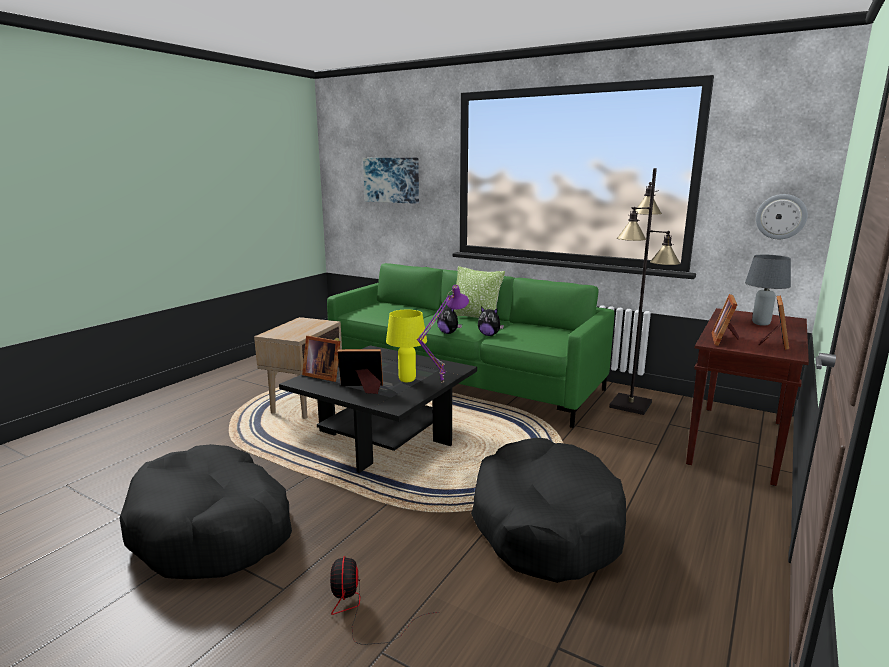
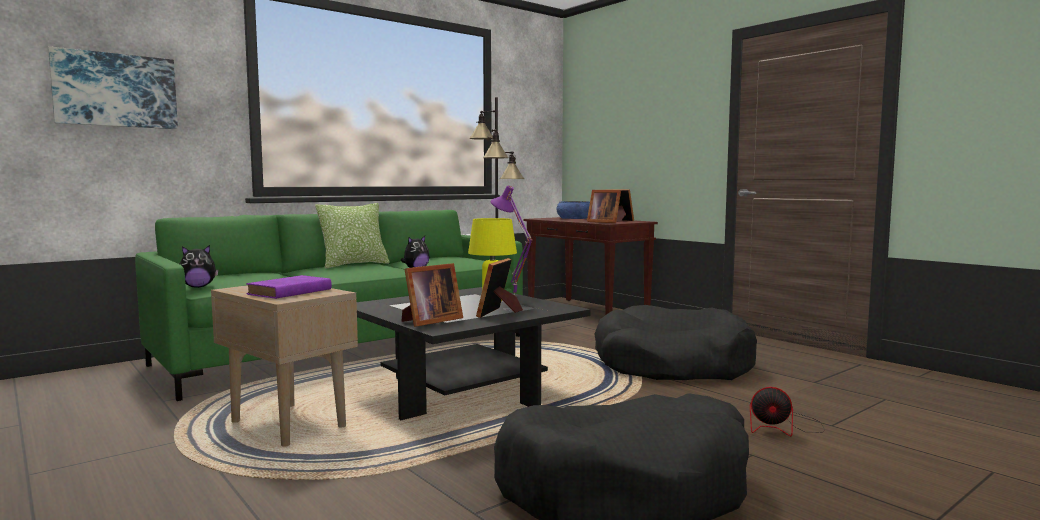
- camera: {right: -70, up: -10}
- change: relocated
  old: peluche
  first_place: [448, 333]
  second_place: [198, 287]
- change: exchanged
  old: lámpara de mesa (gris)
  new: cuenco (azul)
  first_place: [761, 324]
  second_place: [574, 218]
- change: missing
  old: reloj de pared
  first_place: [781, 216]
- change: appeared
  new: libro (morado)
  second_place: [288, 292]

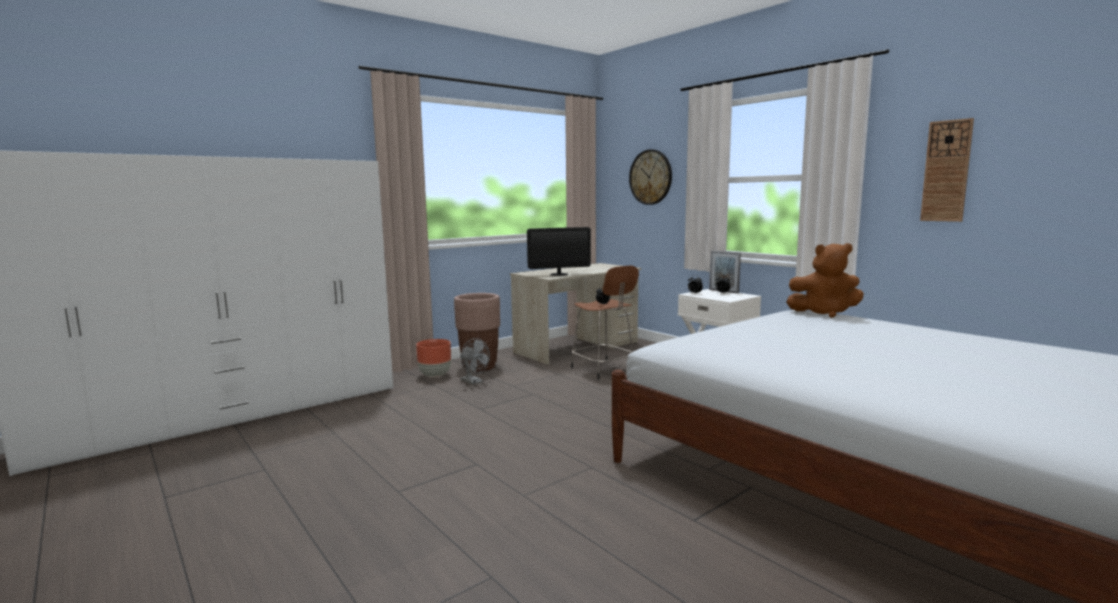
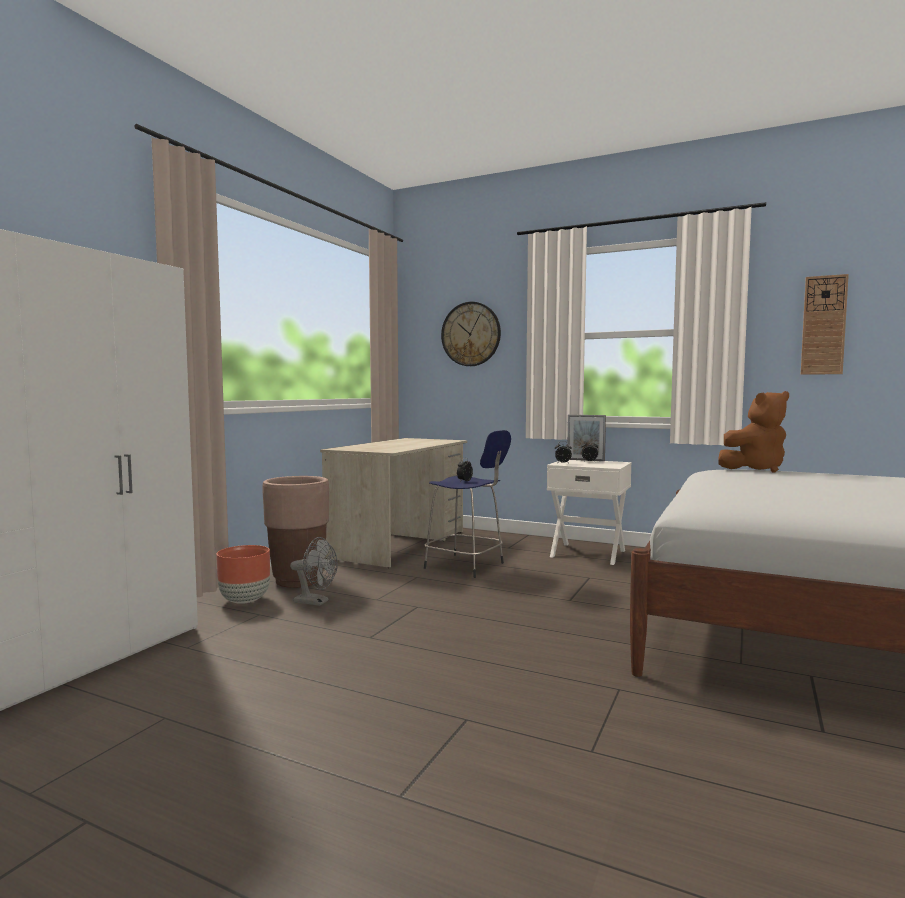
- camera: {right: -25, up: -5}
- change: missing
  old: monitor
  first_place: [559, 274]
- change: colour
  old: taburete (marrón)
  new: taburete (azul)
  first_place: [604, 370]
  second_place: [466, 566]

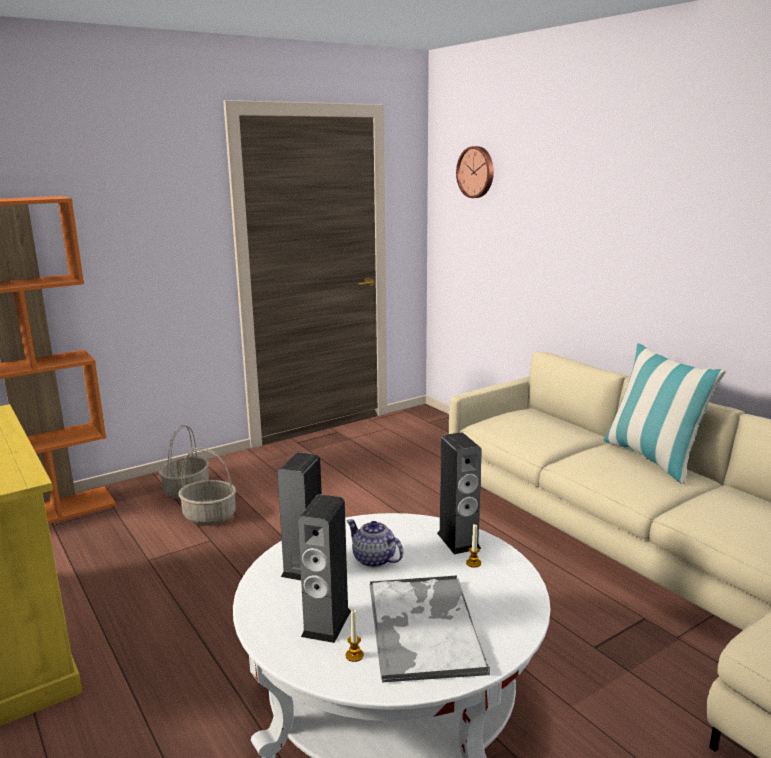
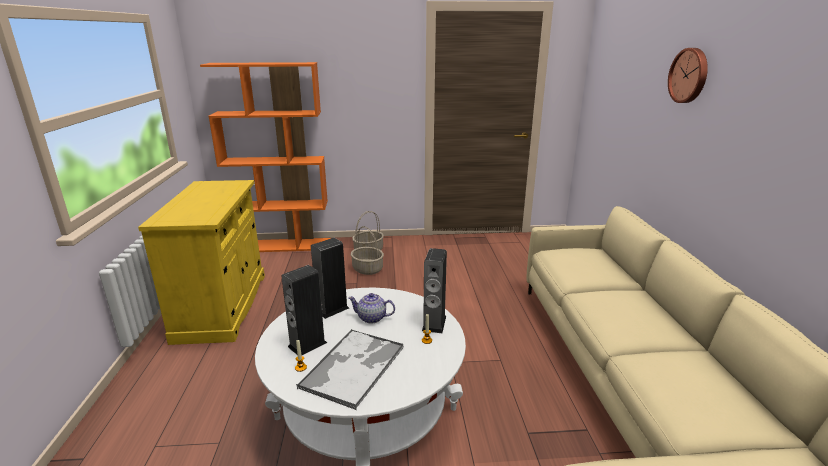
- camera: {right: 30, up: 5}
- change: spun
  old: tetera
  first_place: [374, 559]
  second_place: [372, 318]
  degrees: -60
- change: relocated
  old: reloj de pared
  first_place: [476, 172]
  second_place: [689, 75]
- change: missing
  old: cojín
  first_place: [652, 458]

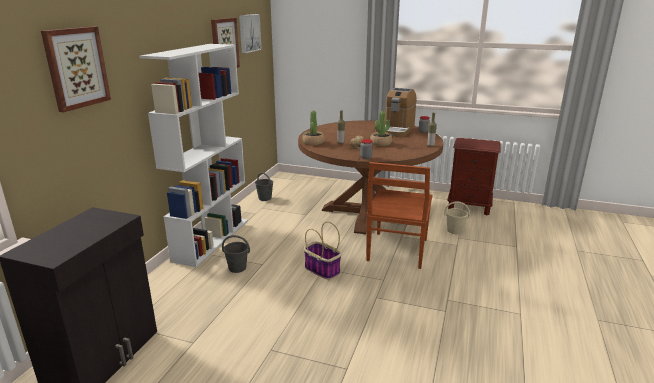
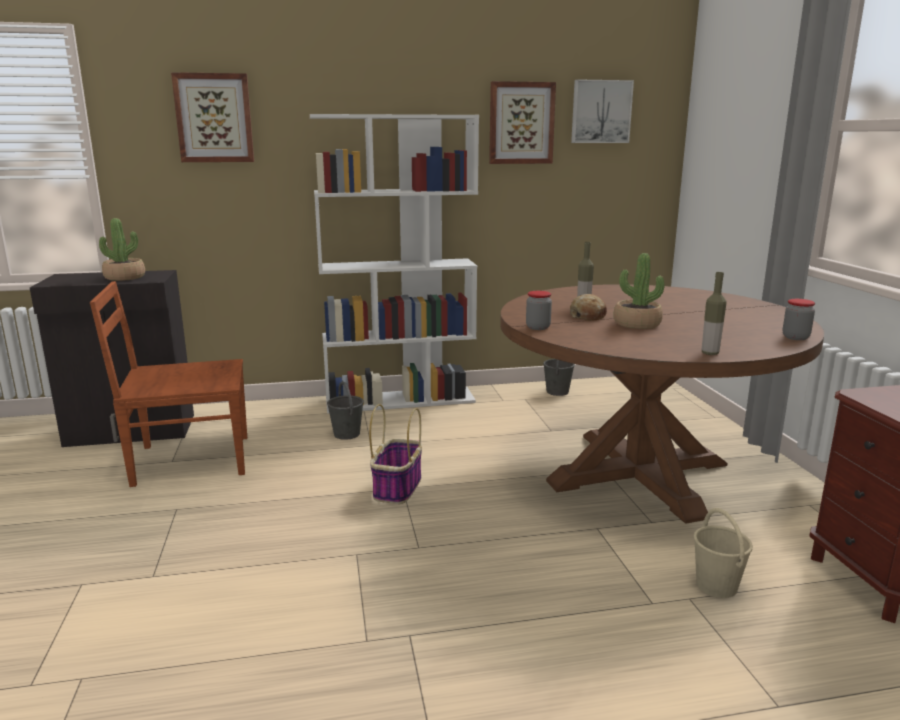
- camera: {right: 60, up: -5}
- change: relocated
  old: planta en maceta
  first_place: [313, 142]
  second_place: [125, 277]
- change: relocated
  old: silla (marrón)
  first_place: [397, 250]
  second_place: [188, 460]
- change: missing
  old: cafetera
  first_place: [397, 130]

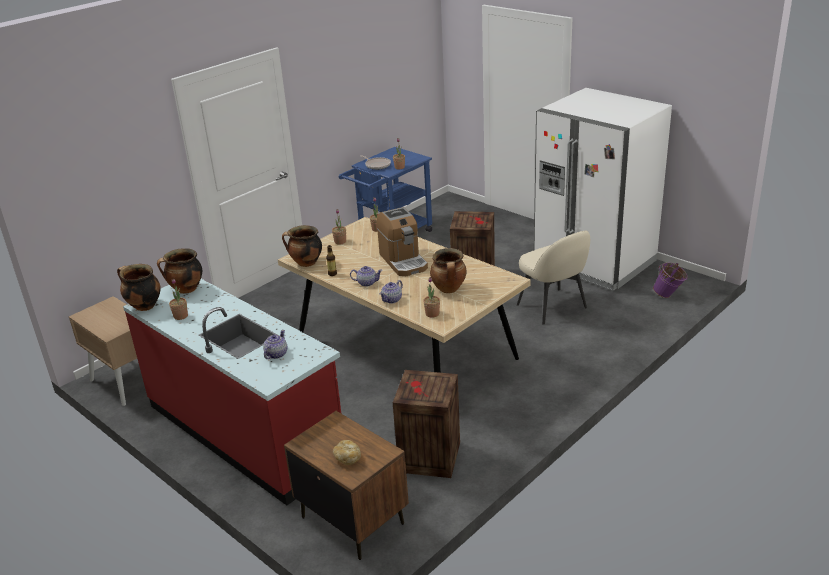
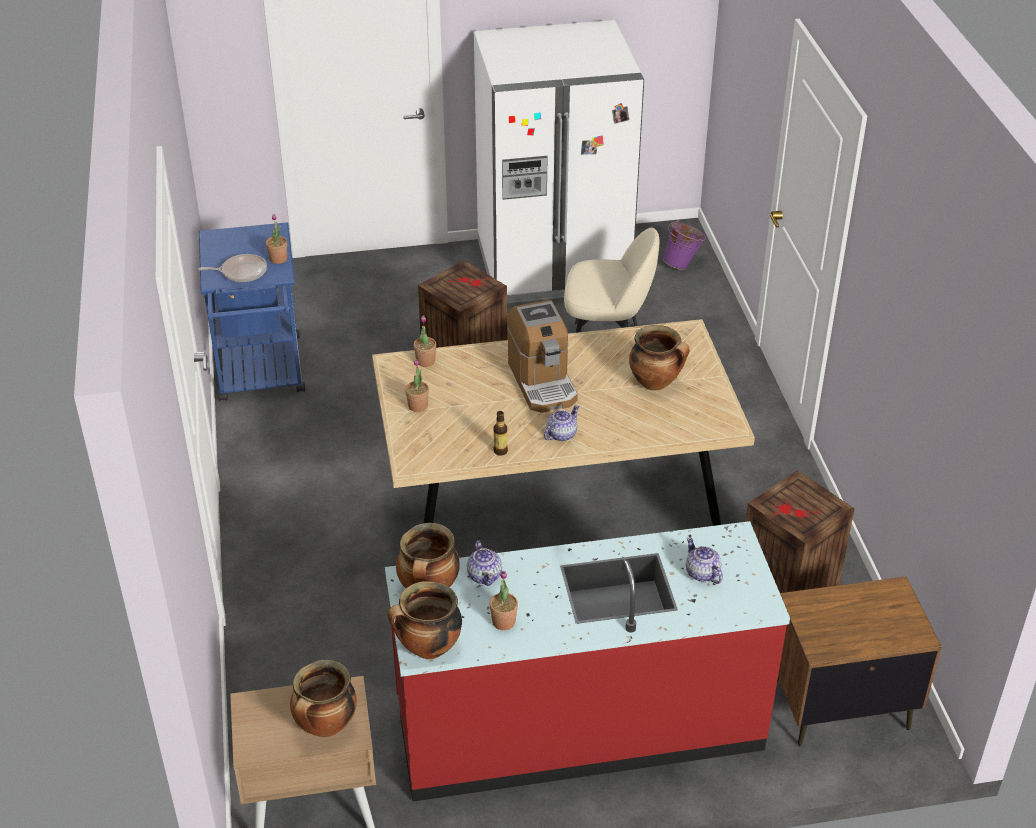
- camera: {right: -55, up: 10}
- change: relocated
  old: olla
  first_place: [305, 263]
  second_place: [326, 726]
- change: missing
  old: pan
  first_place: [348, 458]
- change: spun
  old: cafetera
  first_place: [403, 261]
  second_place: [542, 382]
  degrees: 60
- change: relocated
  old: tetera
  first_place: [392, 299]
  second_place: [485, 575]
- change: missing
  old: planta en maceta
  first_place: [432, 314]

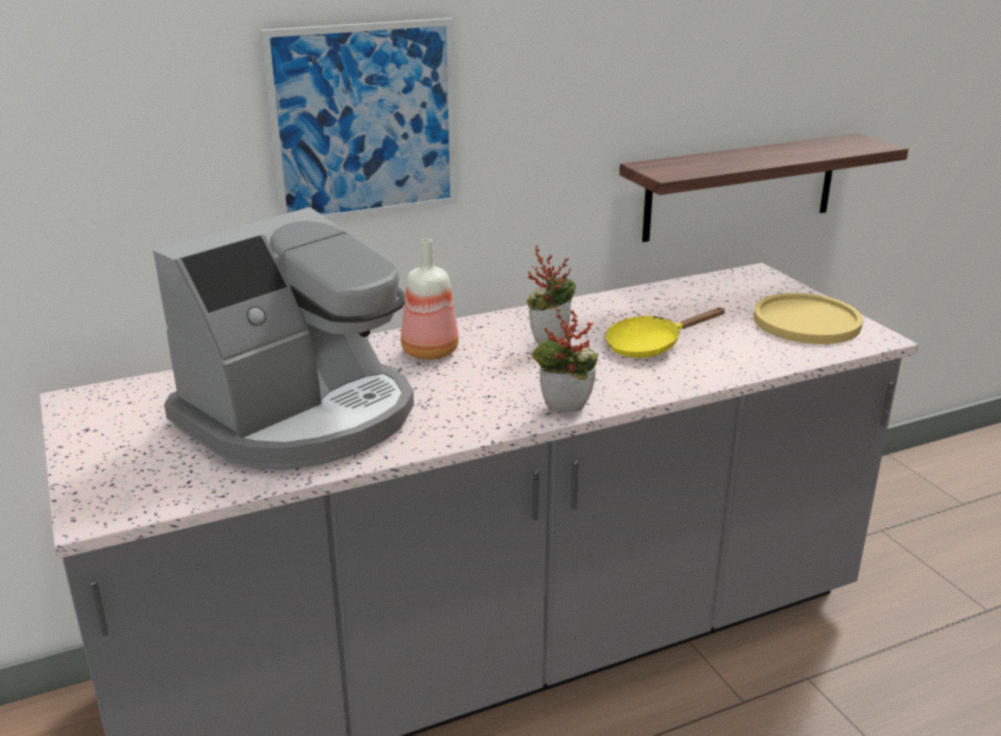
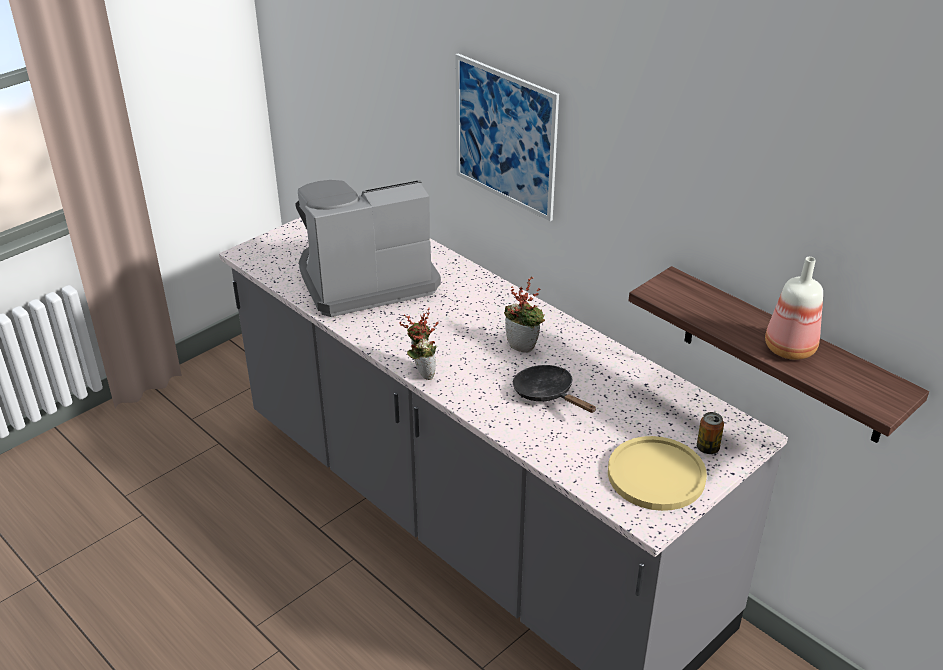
- camera: {right: 70, up: 10}
- change: spun
  old: cafetera
  first_place: [301, 416]
  second_place: [365, 279]
  degrees: 135
- change: relocated
  old: botella
  first_place: [430, 353]
  second_place: [788, 349]
- change: colour
  old: sartén (amarillo)
  new: sartén (negro)
  first_place: [649, 346]
  second_place: [547, 394]
- change: appeared
  new: lata
  second_place: [707, 448]

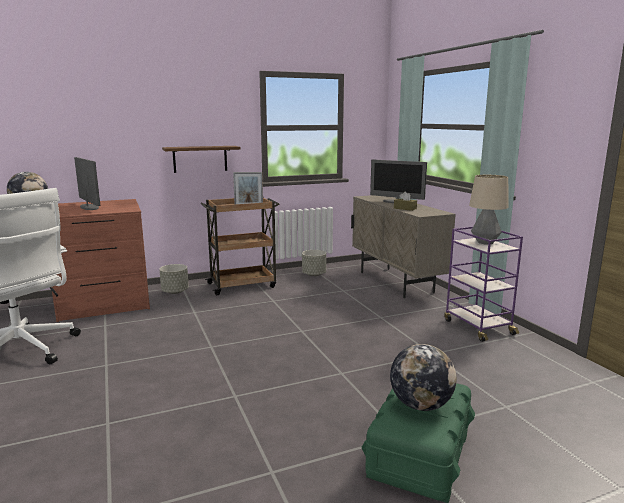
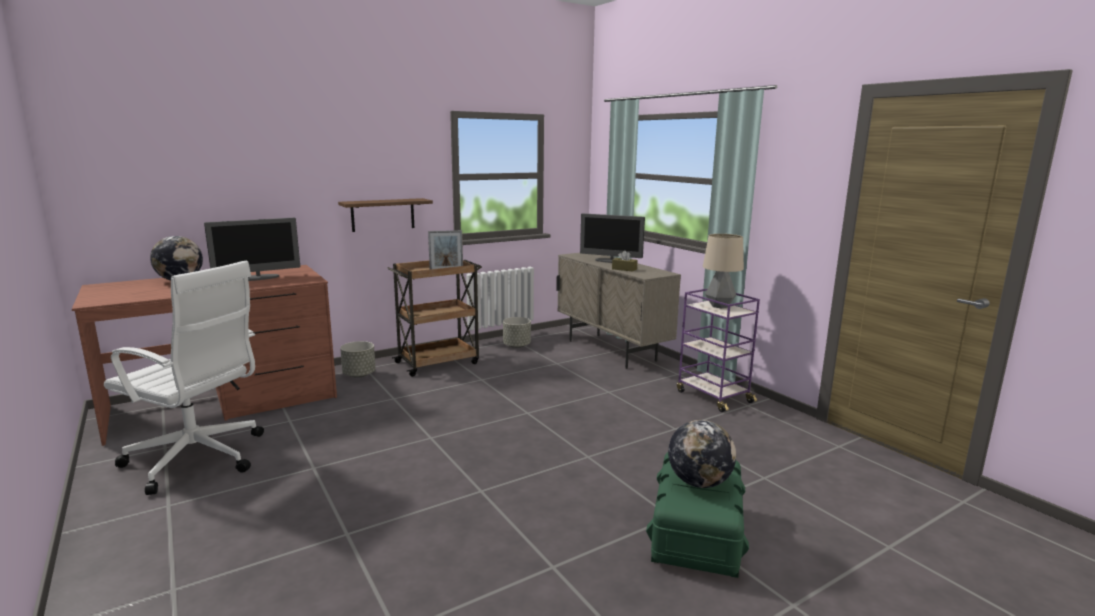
- camera: {right: -10, up: 0}
- change: spun
  old: monitor
  first_place: [89, 207]
  second_place: [258, 278]
  degrees: 105

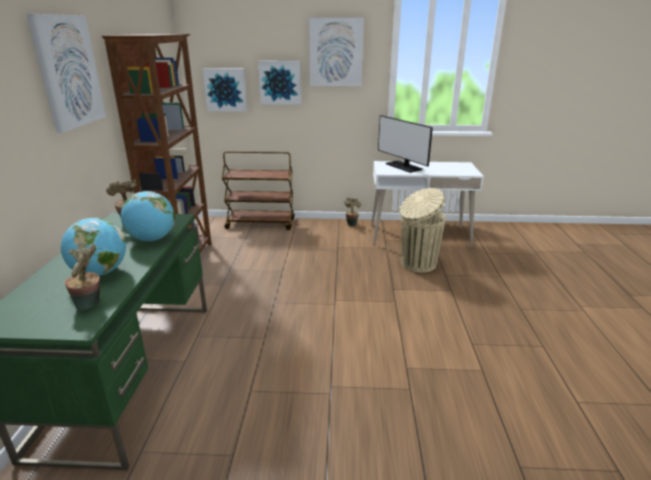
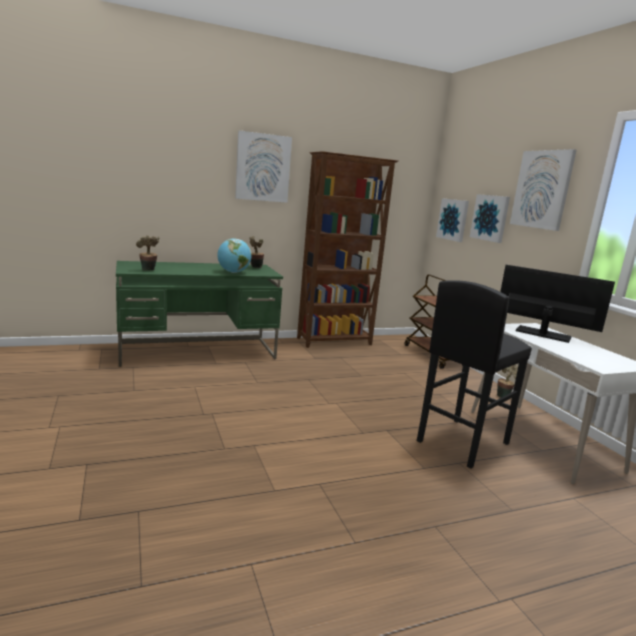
- camera: {right: 65, up: -10}
- change: missing
  old: globo terráqueo
  first_place: [100, 273]
- change: spun
  old: monitor
  first_place: [403, 167]
  second_place: [543, 334]
  degrees: 90
- change: exchanged
  old: papelera (beis)
  new: taburete (negro)
  first_place: [417, 264]
  second_place: [462, 442]

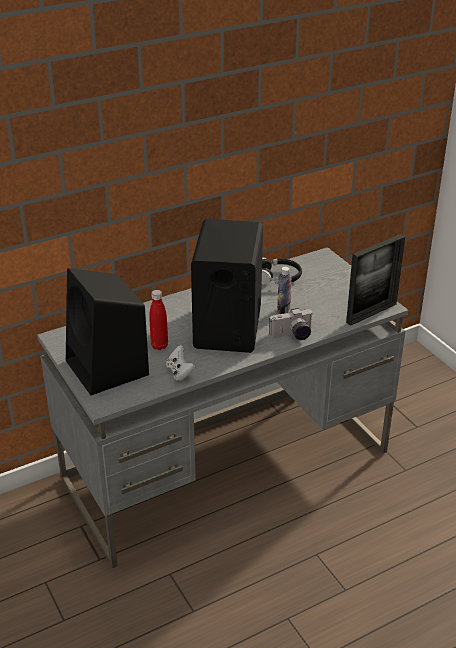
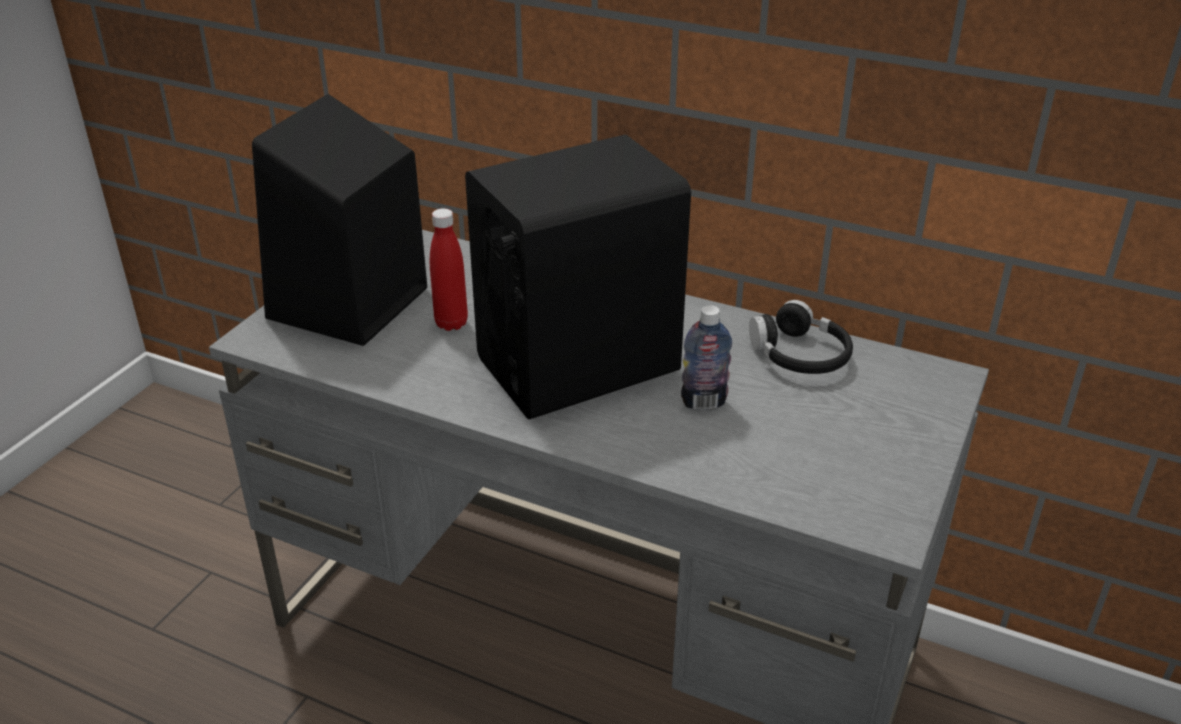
- camera: {right: 55, up: 0}
- change: missing
  old: mando de consola (blanco)
  first_place: [180, 372]
- change: missing
  old: cámara
  first_place: [292, 336]
- change: missing
  old: portarretratos
  first_place: [371, 313]

